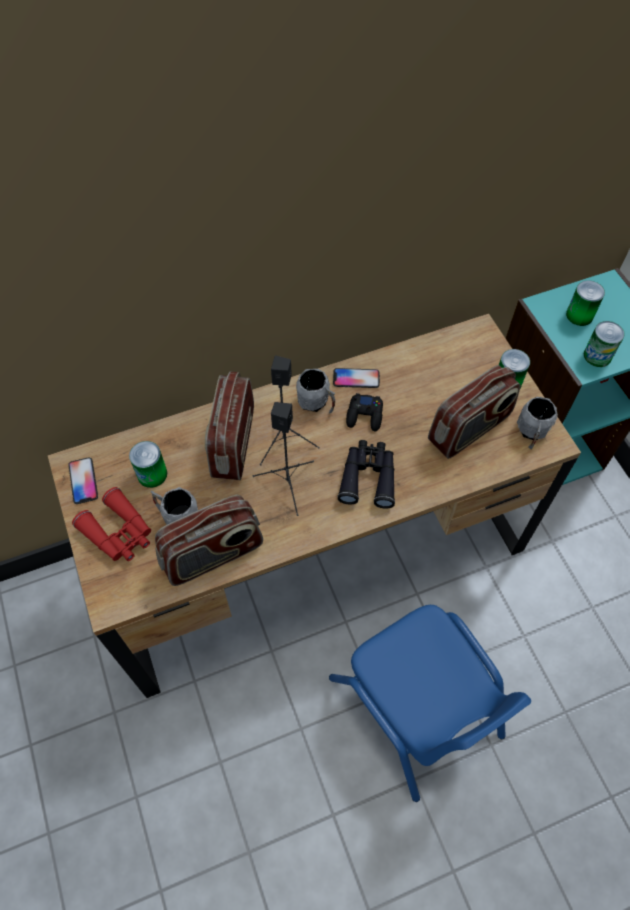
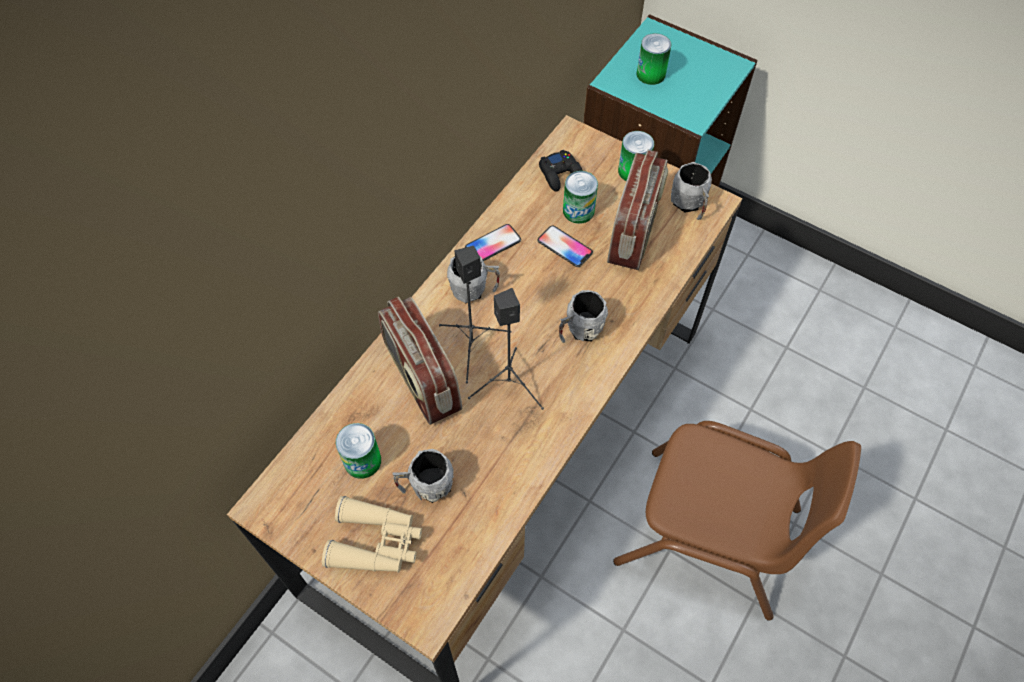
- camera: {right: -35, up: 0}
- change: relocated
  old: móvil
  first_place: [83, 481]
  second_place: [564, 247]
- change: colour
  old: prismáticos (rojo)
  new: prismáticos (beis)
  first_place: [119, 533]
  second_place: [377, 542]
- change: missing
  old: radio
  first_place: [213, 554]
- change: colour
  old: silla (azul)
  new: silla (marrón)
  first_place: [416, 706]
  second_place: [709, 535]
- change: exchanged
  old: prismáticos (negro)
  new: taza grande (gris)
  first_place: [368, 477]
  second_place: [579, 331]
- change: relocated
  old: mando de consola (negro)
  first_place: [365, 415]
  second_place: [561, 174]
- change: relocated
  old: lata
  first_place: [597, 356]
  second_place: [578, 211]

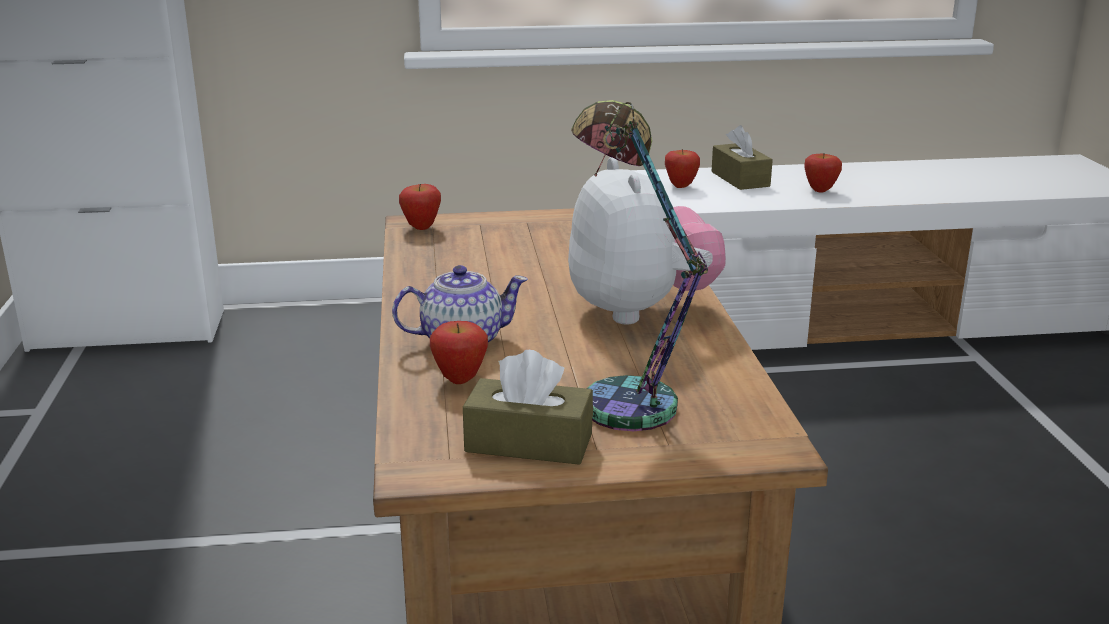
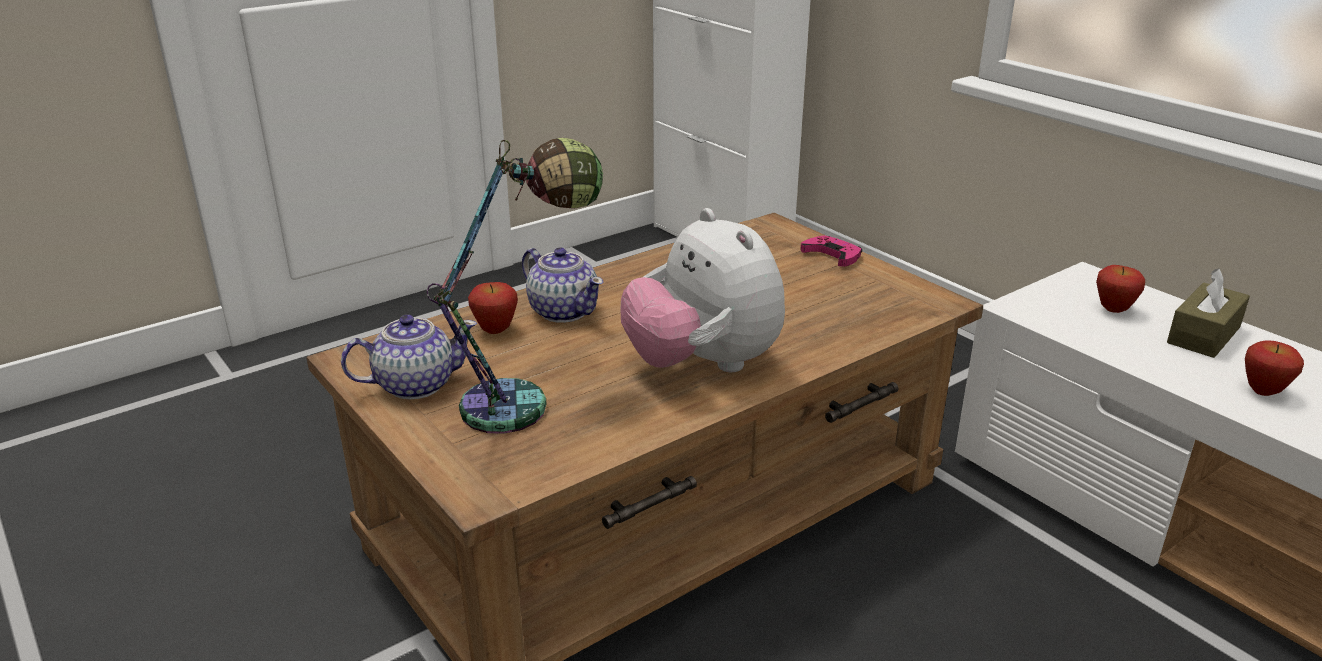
- camera: {right: 60, up: 5}
- change: missing
  old: manzana
  first_place: [421, 228]
- change: exchanged
  old: caja de pañuelos (marrón)
  new: tetera
  first_place: [529, 443]
  second_place: [414, 385]
- change: spun
  old: peluche
  first_place: [640, 310]
  second_place: [702, 365]
  degrees: 105
- change: appeared
  new: mando de consola (rosa)
  second_place: [832, 255]

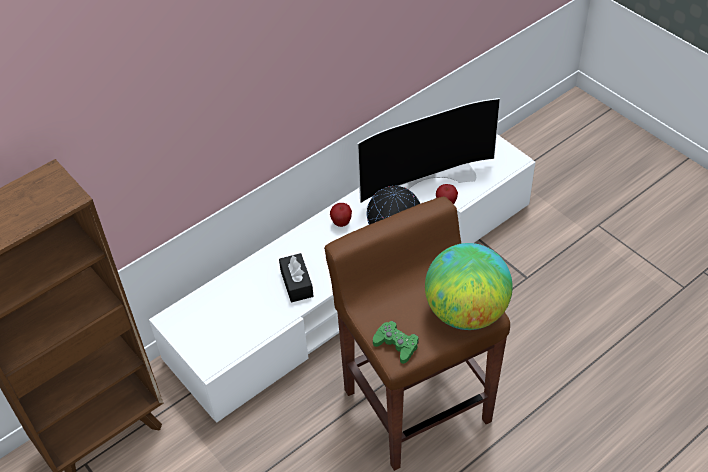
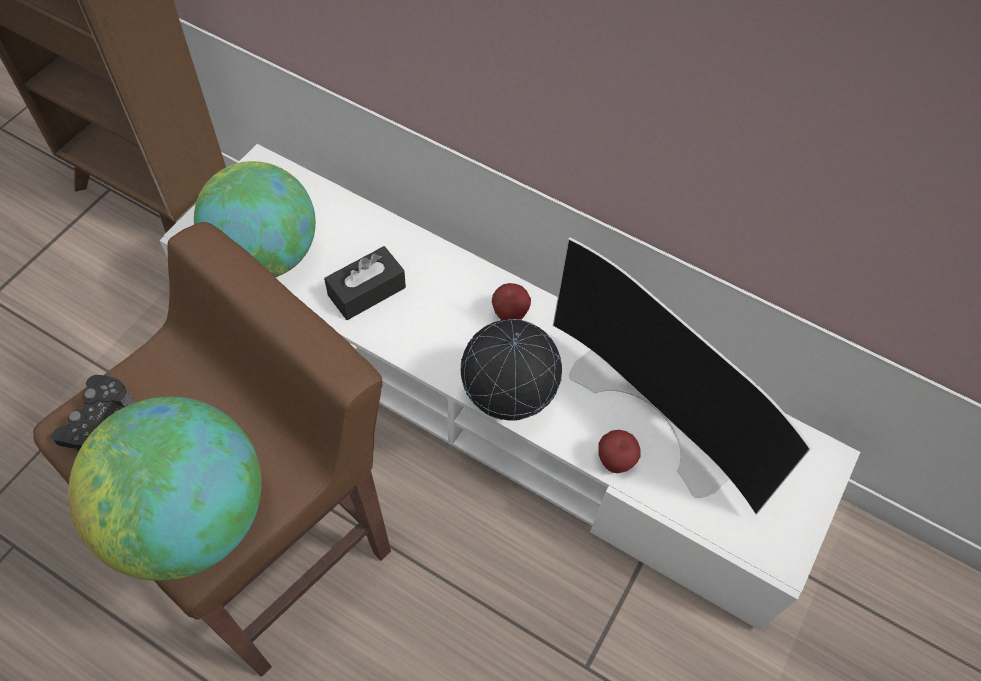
- camera: {right: 65, up: 10}
- change: colour
  old: mando de consola (verde)
  new: mando de consola (negro)
  first_place: [396, 345]
  second_place: [97, 419]
- change: appeared
  new: globo terráqueo
  second_place: [265, 256]

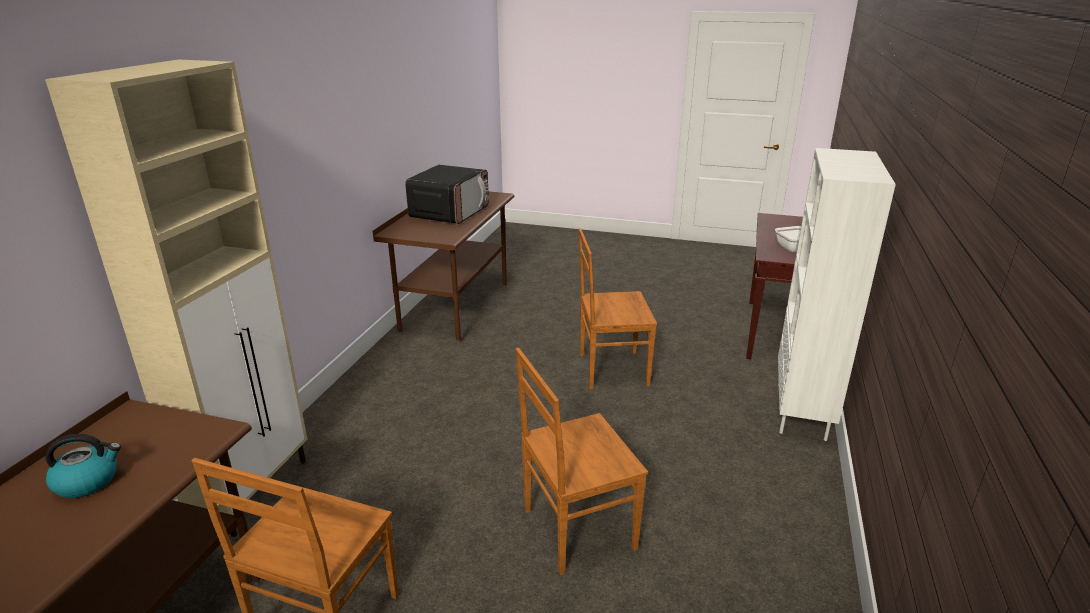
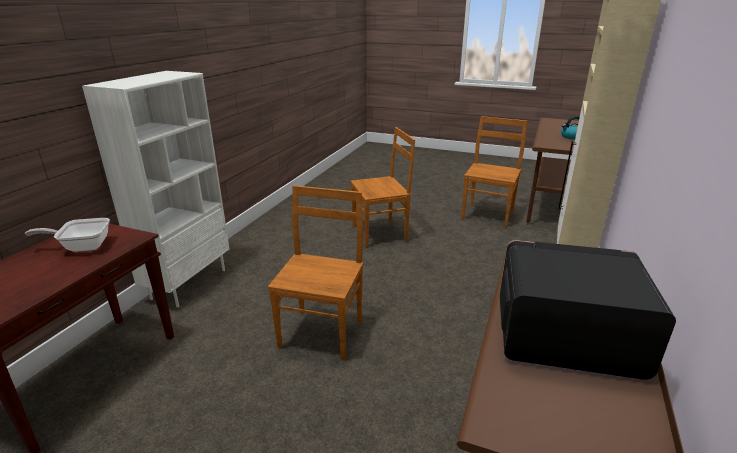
- camera: {right: -175, up: 0}
- change: spun
  old: microondas
  first_place: [450, 213]
  second_place: [564, 336]
  degrees: 75
- change: spun
  old: silla (marrón)
  first_place: [610, 369]
  second_place: [322, 332]
  degrees: -75

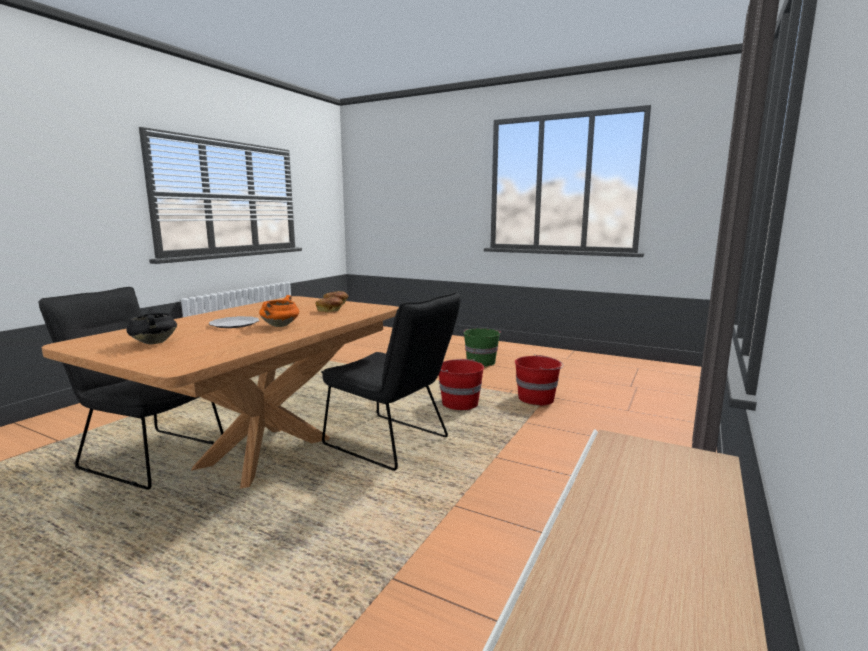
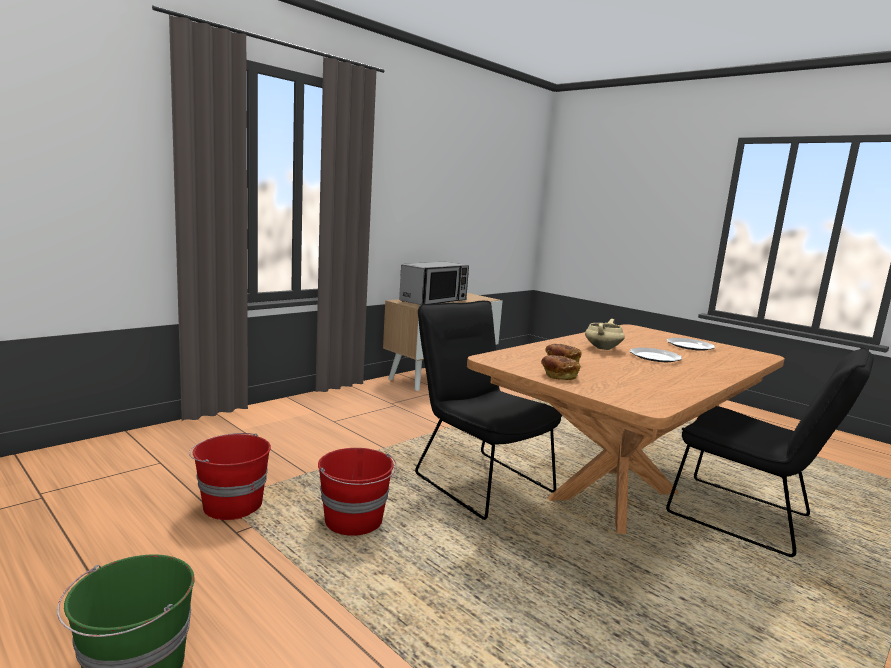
- camera: {right: -165, up: 0}
- change: exchanged
  old: olla (negro)
  new: plato
  first_place: [153, 343]
  second_place: [690, 346]
- change: colour
  old: olla (naranja)
  new: olla (beis)
  first_place: [280, 326]
  second_place: [602, 348]
- change: appeared
  new: microondas
  second_place: [434, 301]

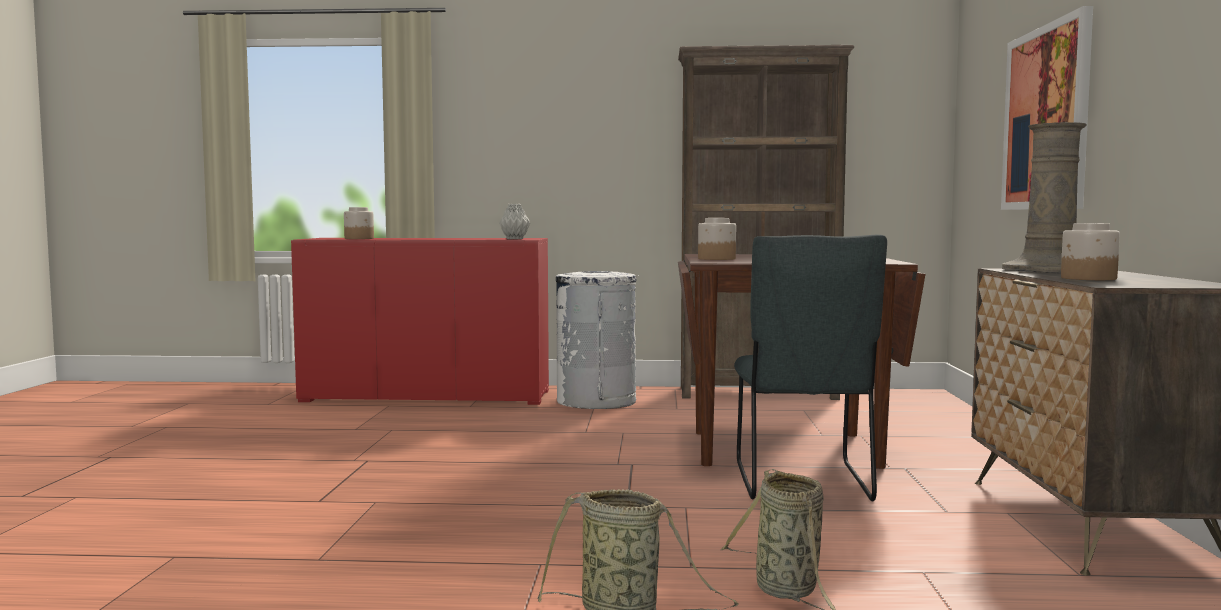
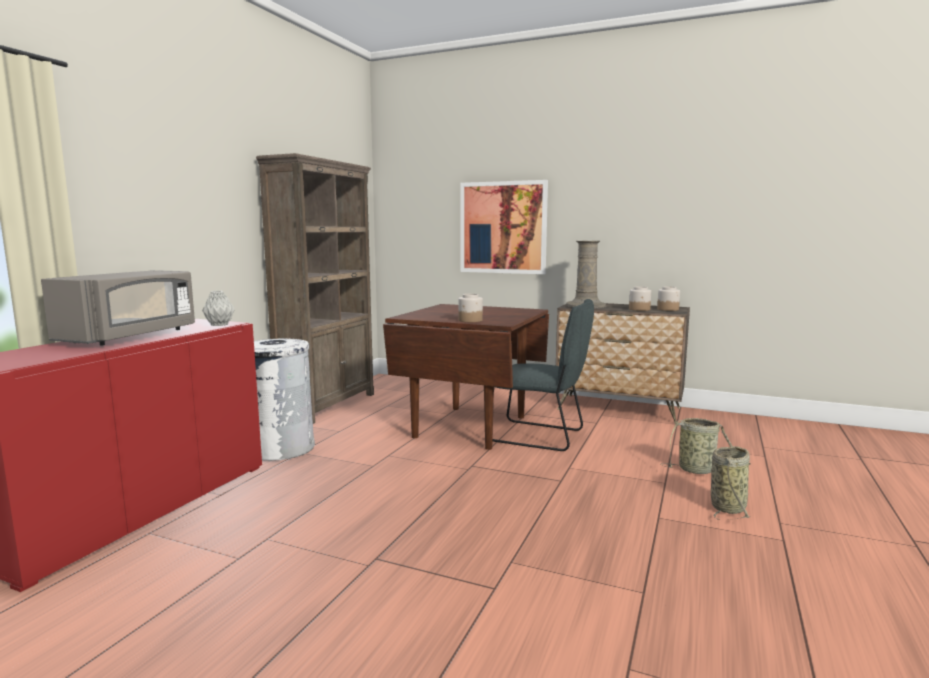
- camera: {right: -70, up: 5}
- change: relocated
  old: tarro
  first_place: [359, 238]
  second_place: [668, 309]
- change: appeared
  new: microondas (gris)
  second_place: [131, 336]

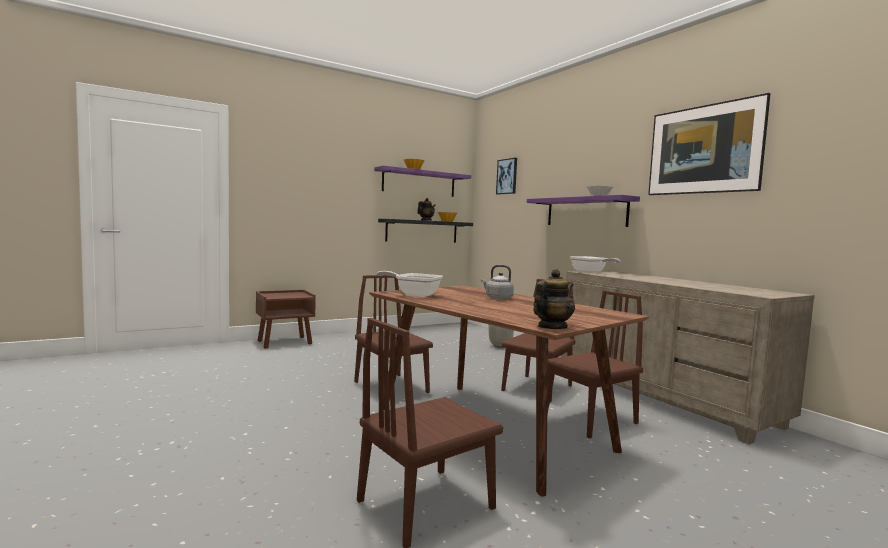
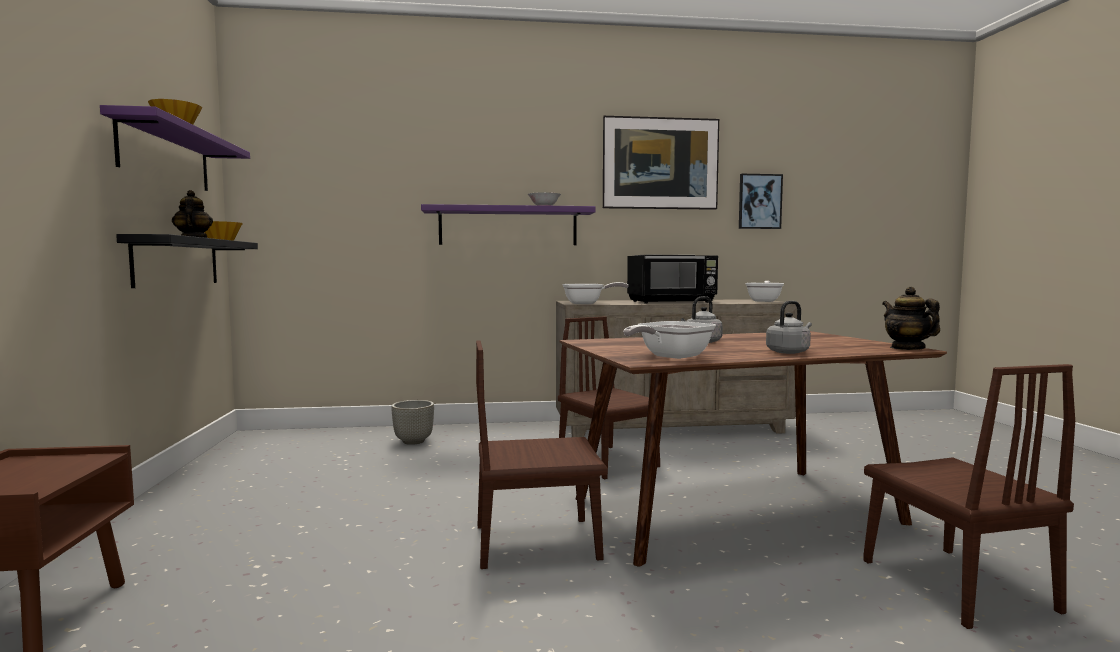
- camera: {right: -65, up: 0}
- change: relocated
  old: cuadro
  first_place: [507, 176]
  second_place: [759, 201]
- change: missing
  old: silla (marrón)
  first_place: [589, 419]
- change: appeared
  new: microondas (negro)
  second_place: [672, 302]
- change: appeared
  new: sartén
  second_place: [765, 301]
- change: appeared
  new: hervidor (gris)
  second_place: [789, 352]

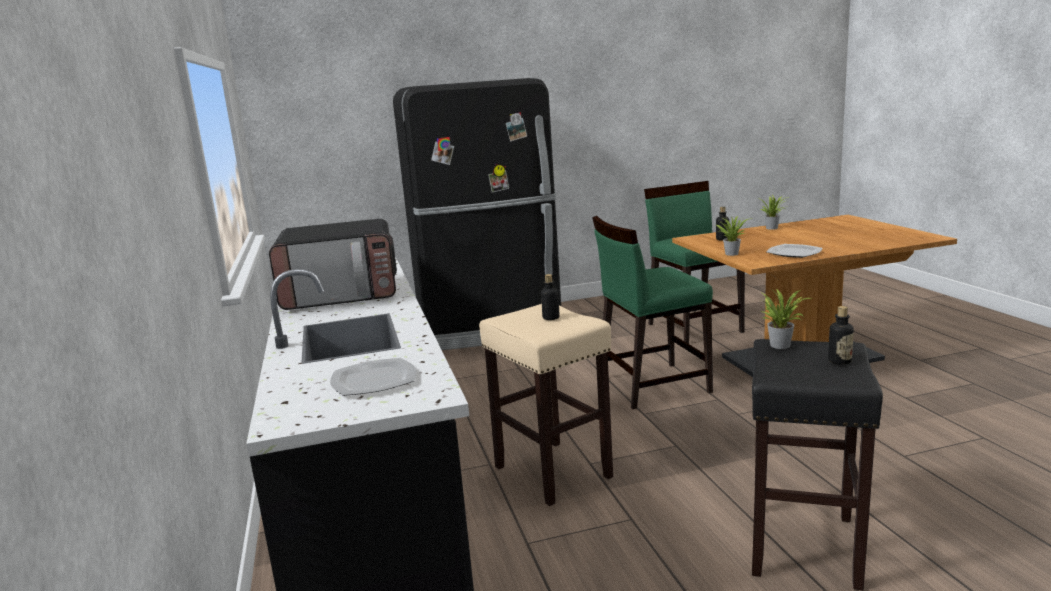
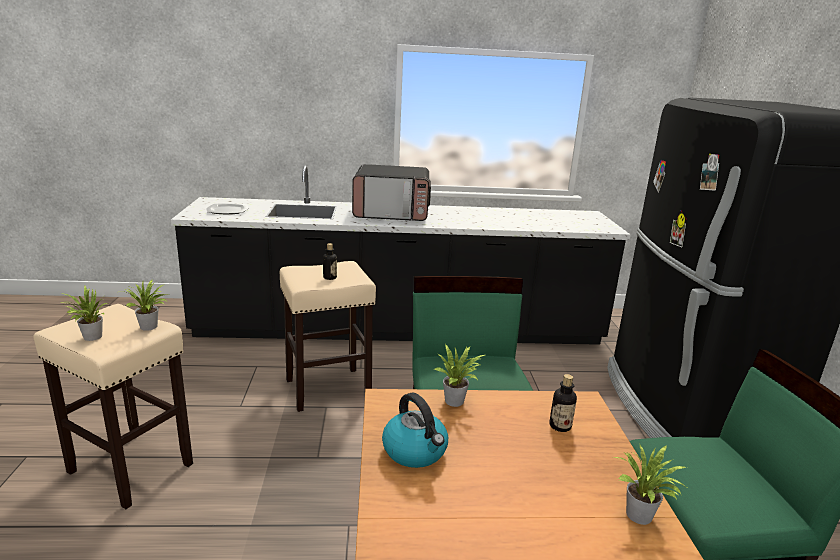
- camera: {right: 100, up: 5}
- change: spun
  old: microondas
  first_place: [342, 294]
  second_place: [392, 213]
  degrees: -90
- change: colour
  old: taburete (negro)
  new: taburete (beis)
  first_place: [803, 544]
  second_place: [132, 468]
- change: exchanged
  old: plato
  new: hervidor
  first_place: [793, 253]
  second_place: [415, 451]
- change: exchanged
  old: botella
  new: planta en maceta
  first_place: [839, 361]
  second_place: [90, 337]

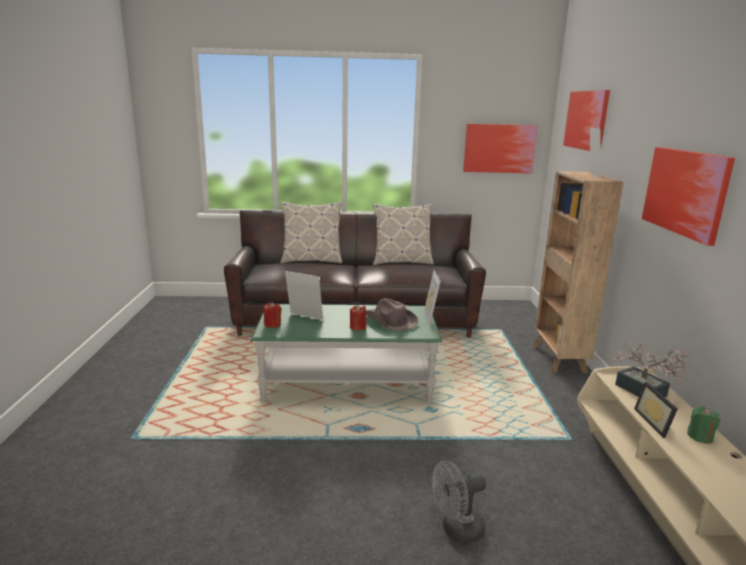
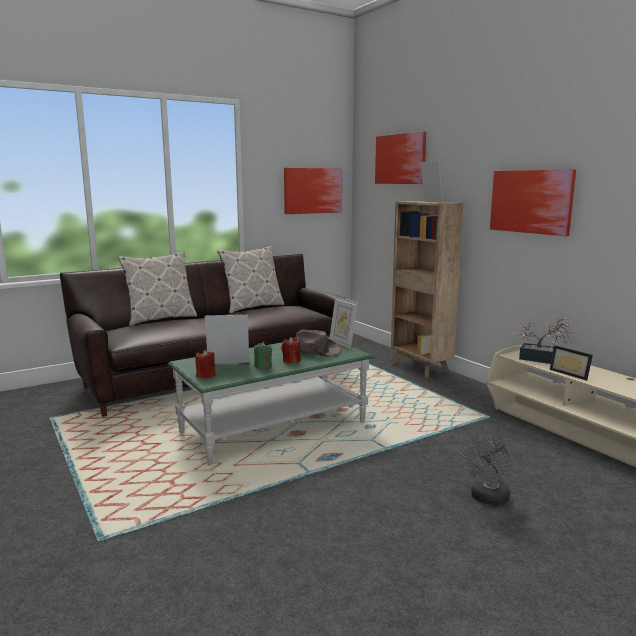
- camera: {right: -30, up: -5}
- change: relocated
  old: vela (verde)
  first_place: [700, 437]
  second_place: [263, 366]

